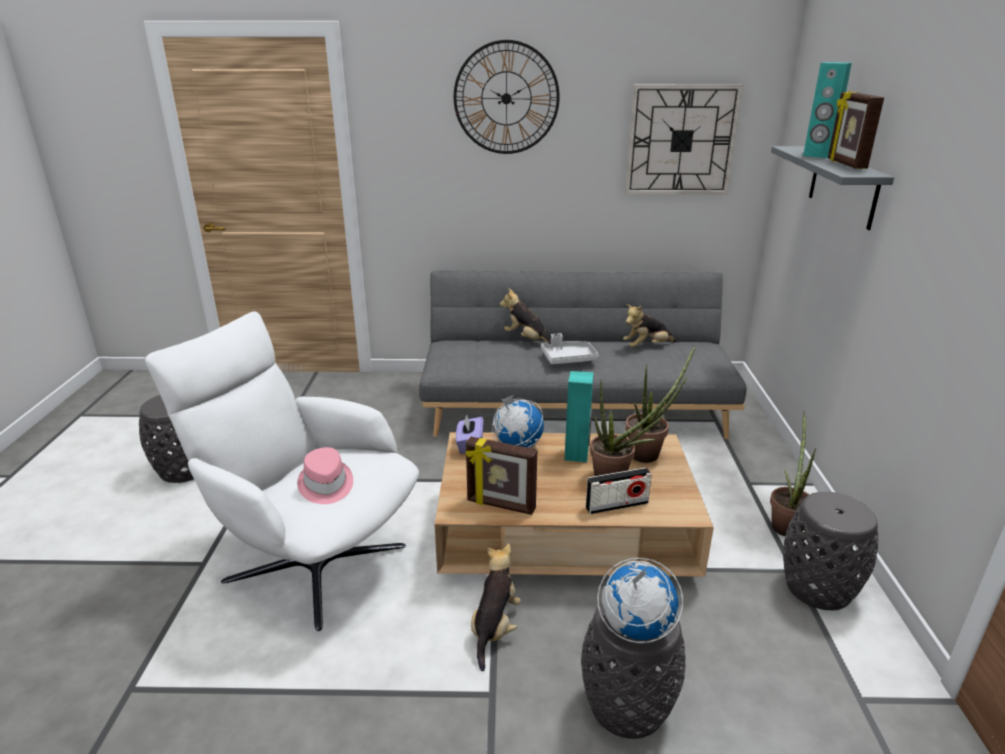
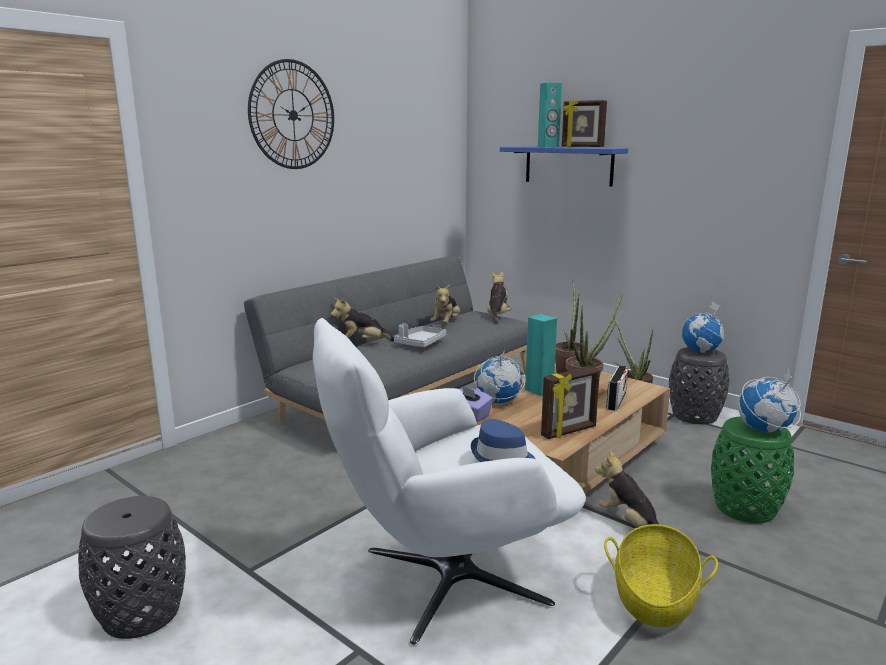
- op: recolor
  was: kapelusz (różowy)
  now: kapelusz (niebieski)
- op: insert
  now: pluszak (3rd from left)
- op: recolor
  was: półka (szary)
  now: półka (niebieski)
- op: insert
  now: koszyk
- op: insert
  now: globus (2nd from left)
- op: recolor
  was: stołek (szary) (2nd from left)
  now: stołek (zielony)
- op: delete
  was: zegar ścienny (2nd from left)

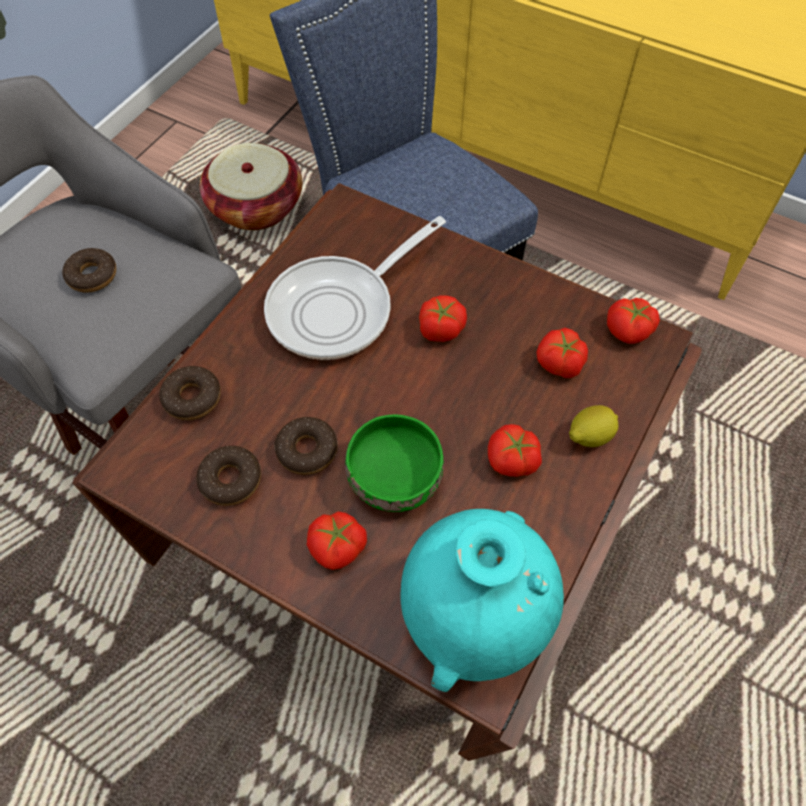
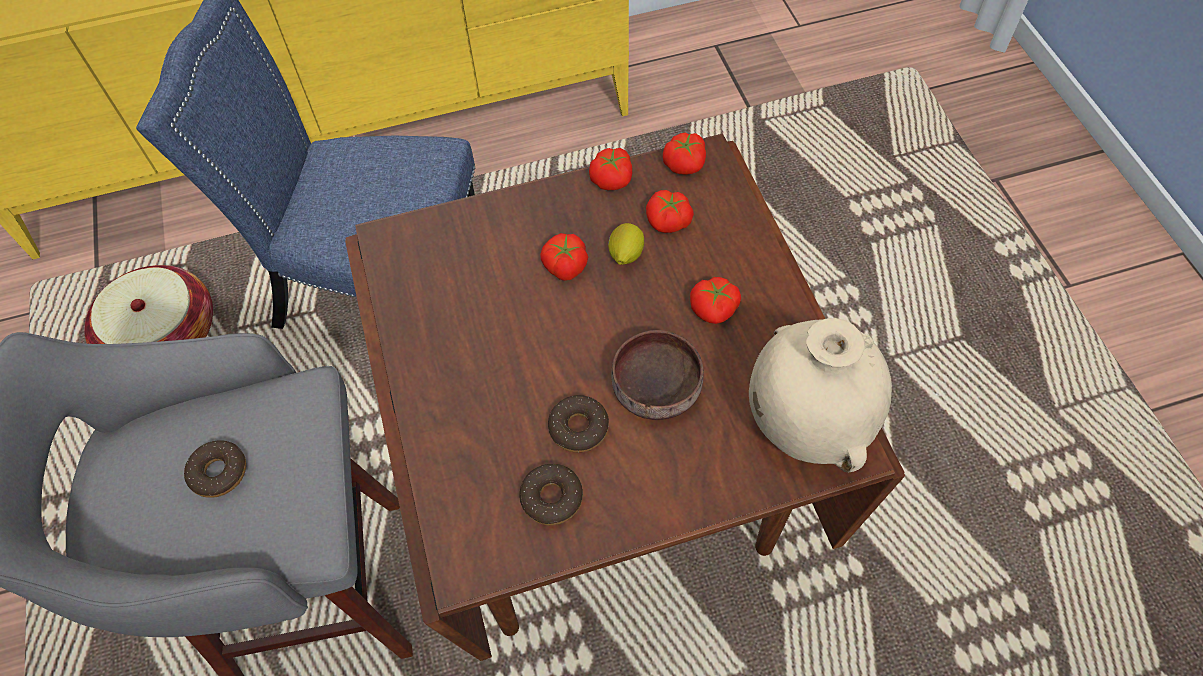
- op: move
  was: pomidor (1st from left in the first image)
  now: pomidor (2nd from left)
- op: move
  was: cytryna
- op: recolor
  was: miska (zielony)
  now: miska (brązowy)
- op: recolor
  was: wazon (turkusowy)
  now: wazon (beżowy)
- op: delete
  was: donut (2nd from left)
- op: delete
  was: patelnia

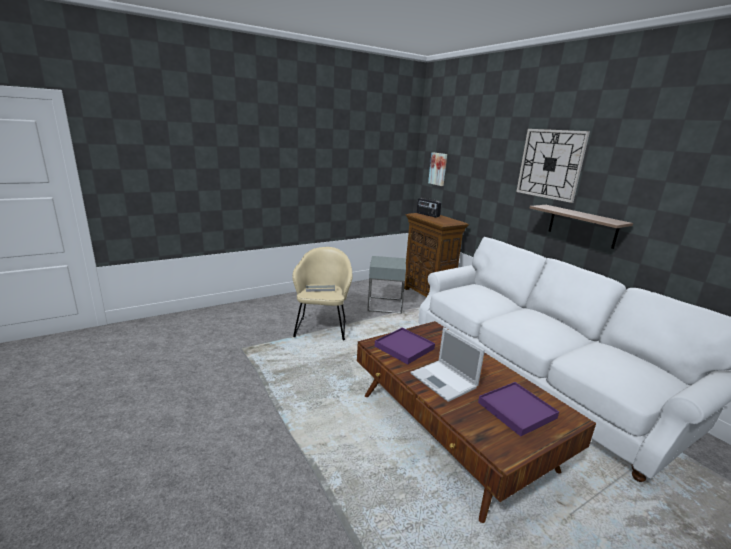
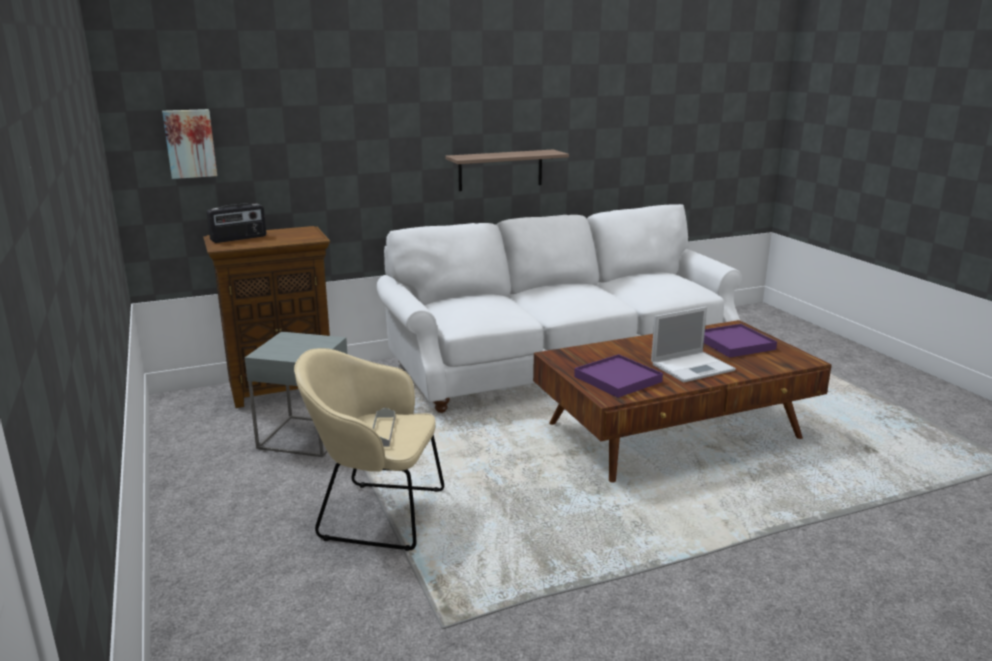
- op: delete
  was: zegar ścienny

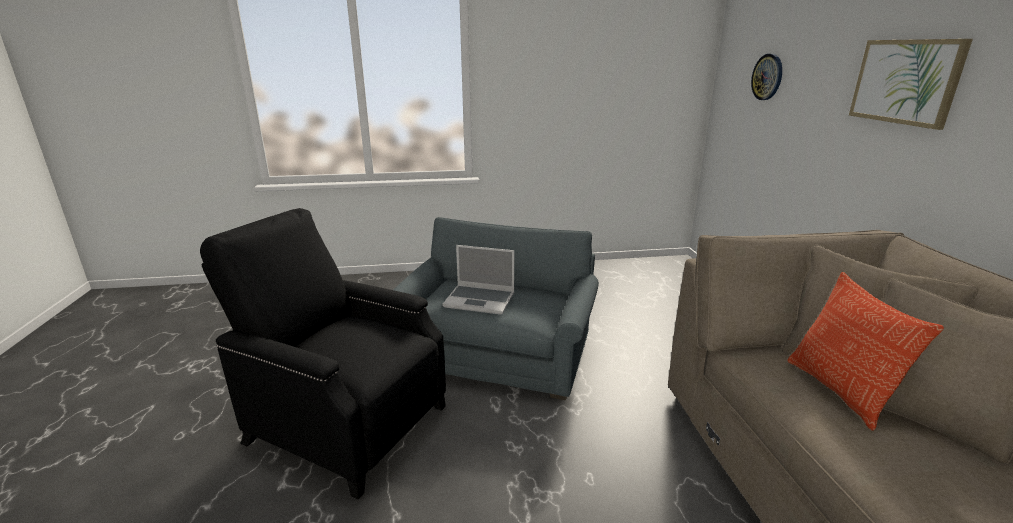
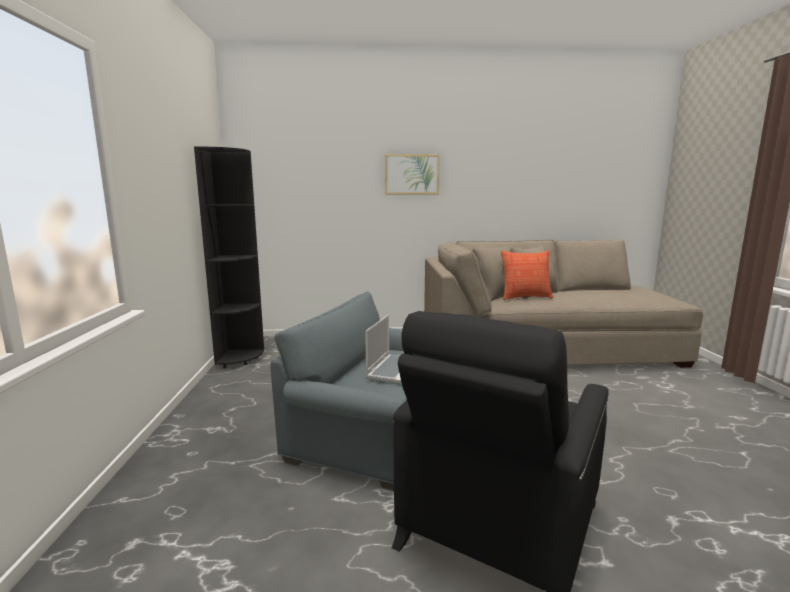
- op: insert
  now: regał (czarny)
- op: delete
  was: zegar ścienny

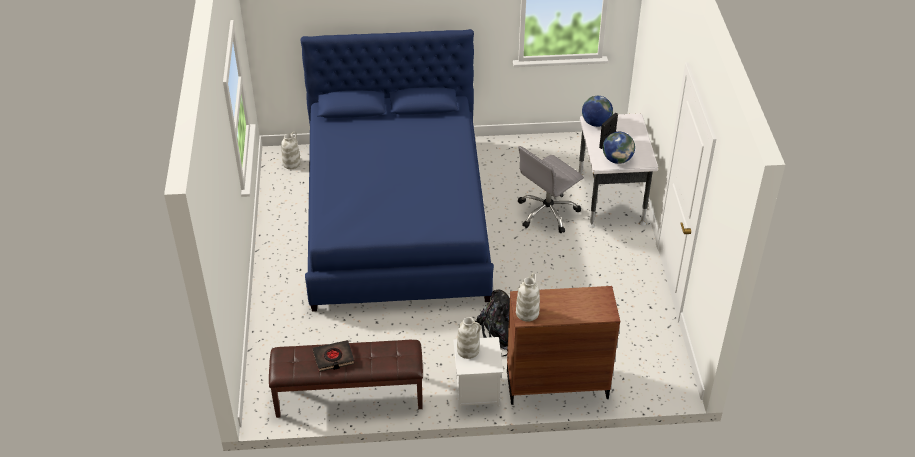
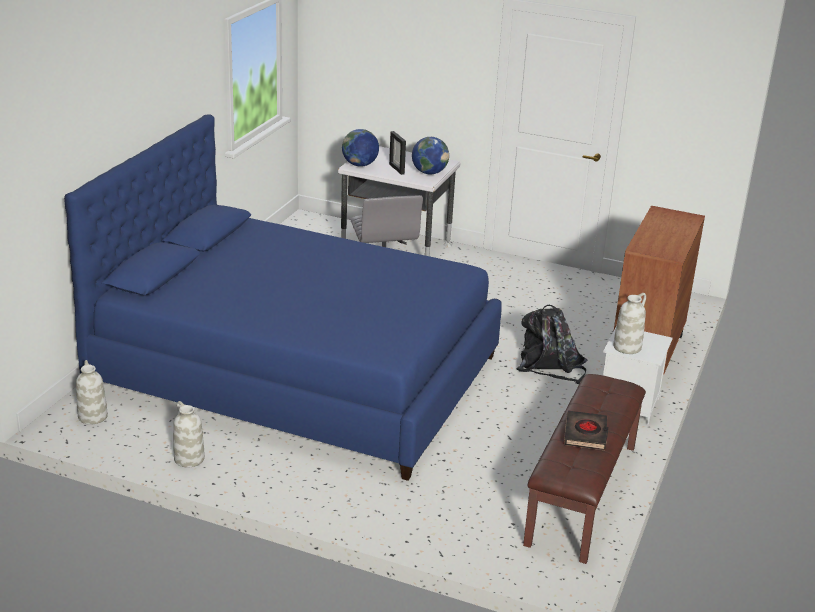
- op: move
  was: wazon (biały) (3rd from left in the first image)
  now: wazon (biały) (2nd from left)

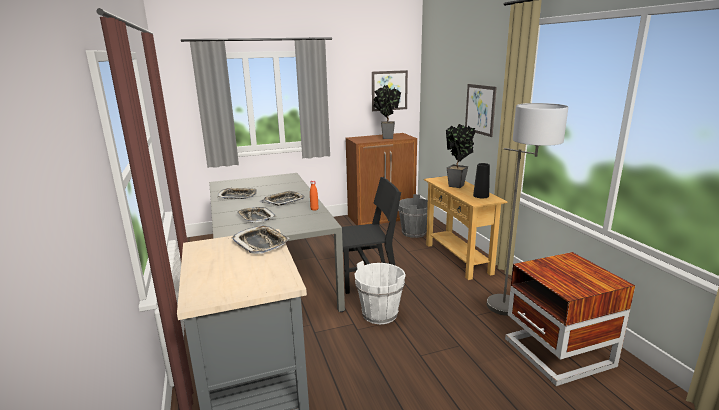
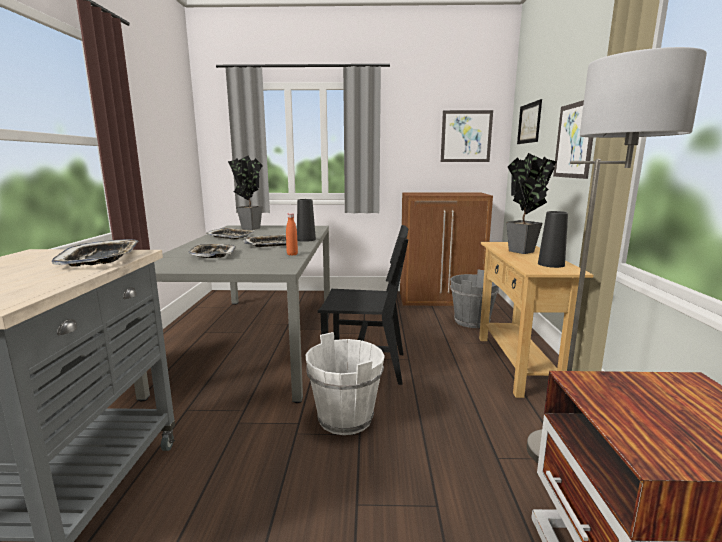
- op: move
  was: roślina doniczkowa (1st from left)
- op: insert
  now: wazon (czarny) (1st from left)
- op: insert
  now: obraz (2nd from left)

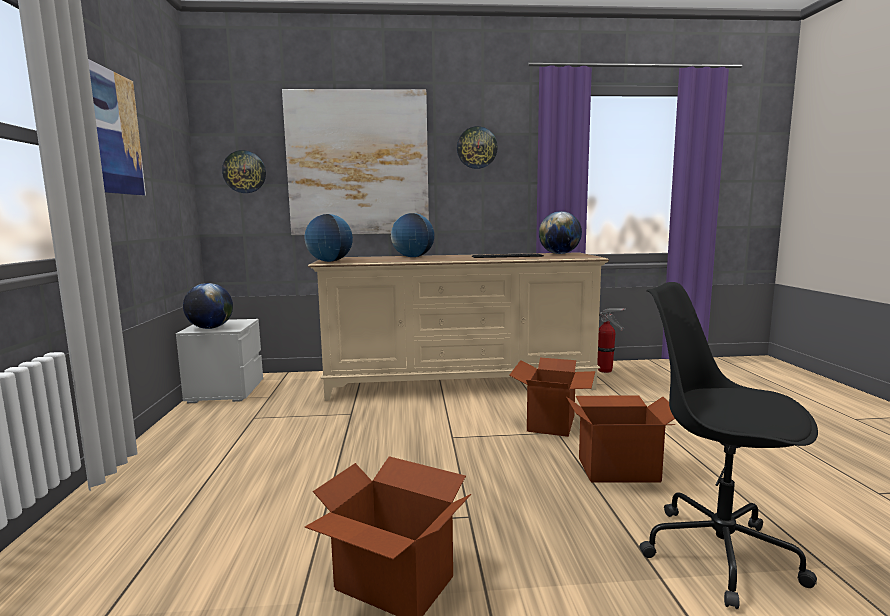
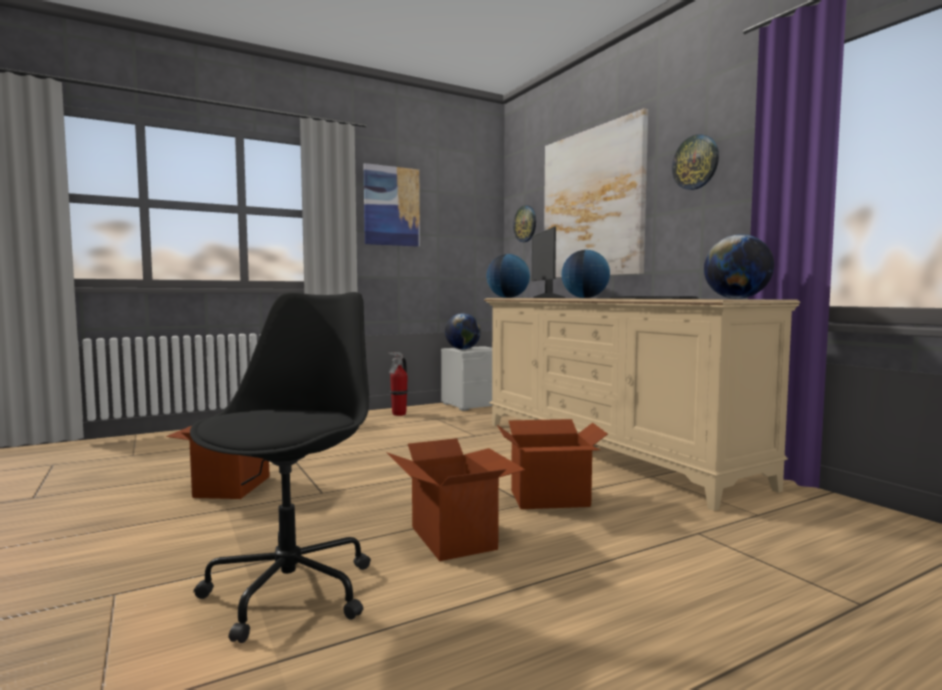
- op: move
  was: gaśnica
- op: insert
  now: monitor

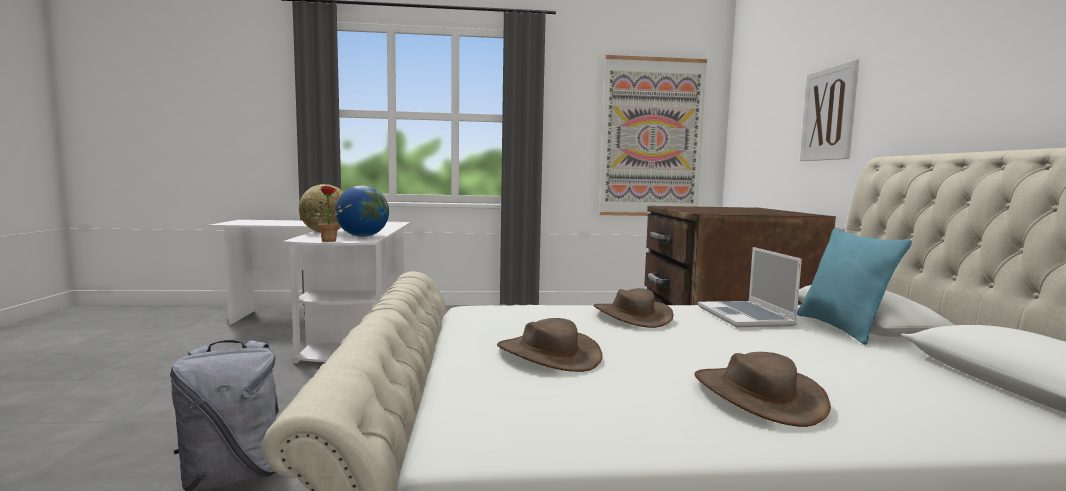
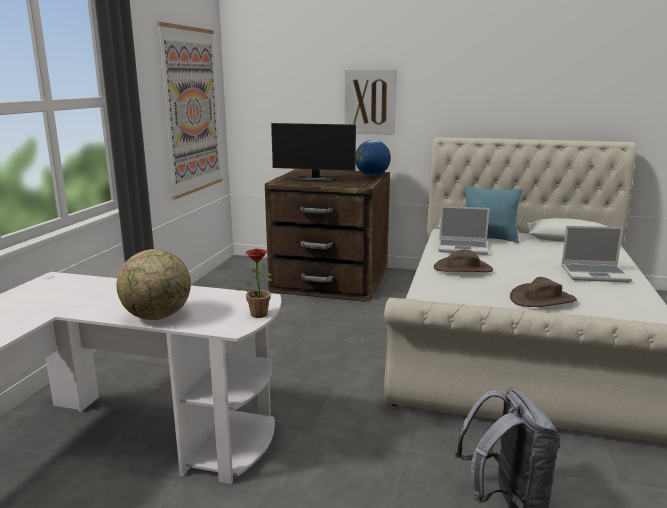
- op: insert
  now: monitor
- op: move
  was: globus (2nd from left)
- op: replace
  was: kapelusz (brązowy) (3rd from left)
  now: laptop (2nd from left)

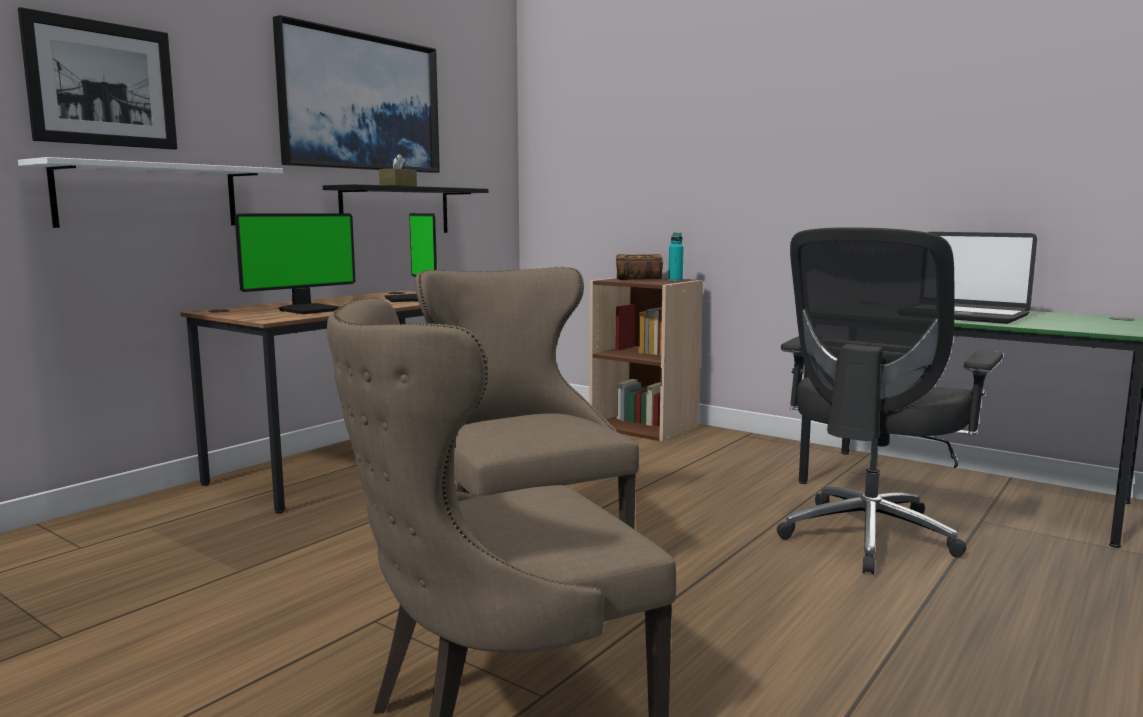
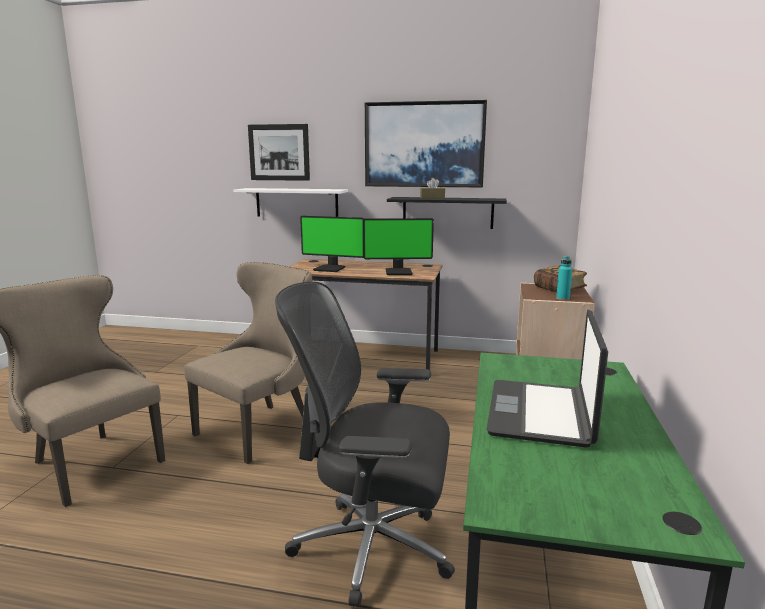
- op: rotate
  was: monitor (2nd from left)
  clockwise: -135

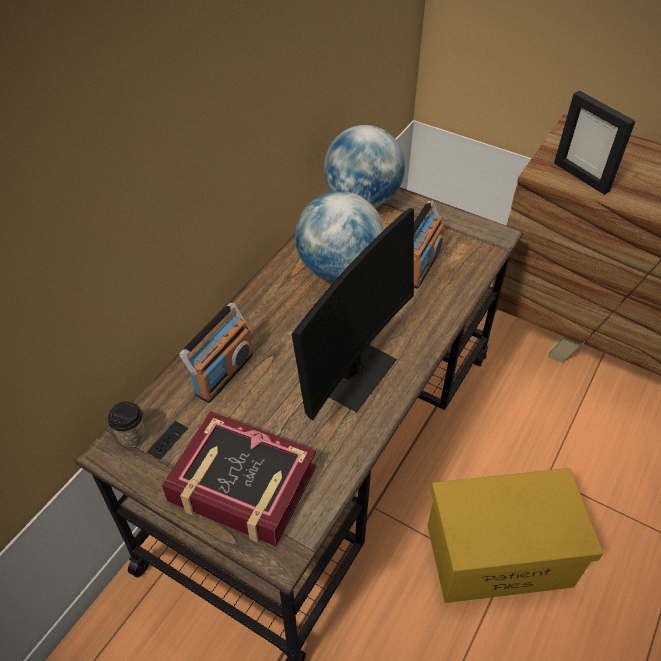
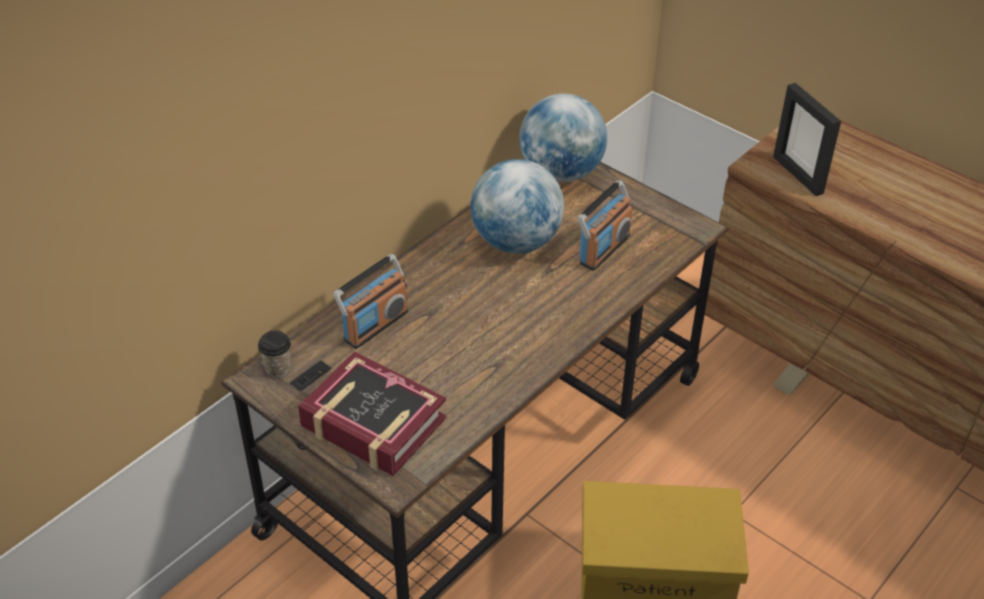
- op: delete
  was: monitor

